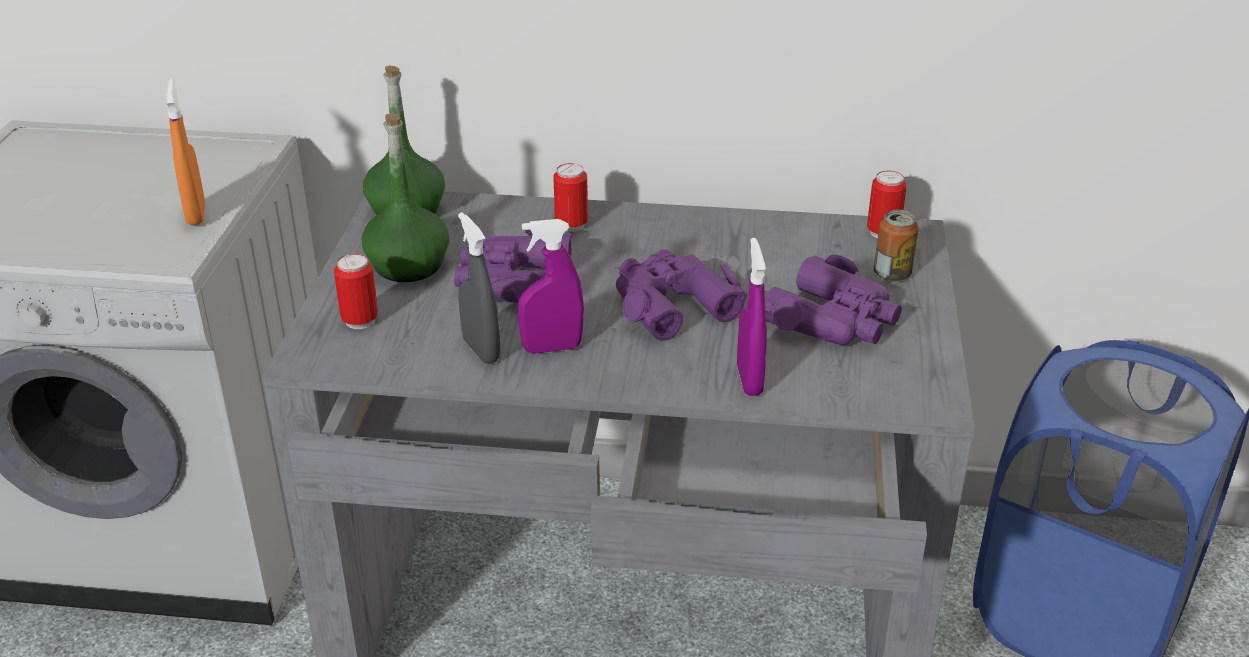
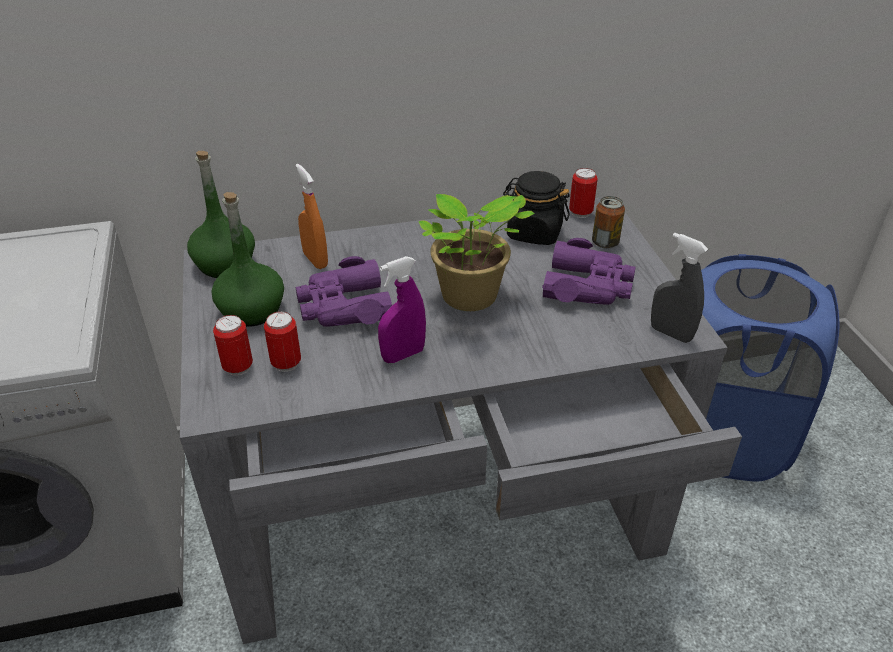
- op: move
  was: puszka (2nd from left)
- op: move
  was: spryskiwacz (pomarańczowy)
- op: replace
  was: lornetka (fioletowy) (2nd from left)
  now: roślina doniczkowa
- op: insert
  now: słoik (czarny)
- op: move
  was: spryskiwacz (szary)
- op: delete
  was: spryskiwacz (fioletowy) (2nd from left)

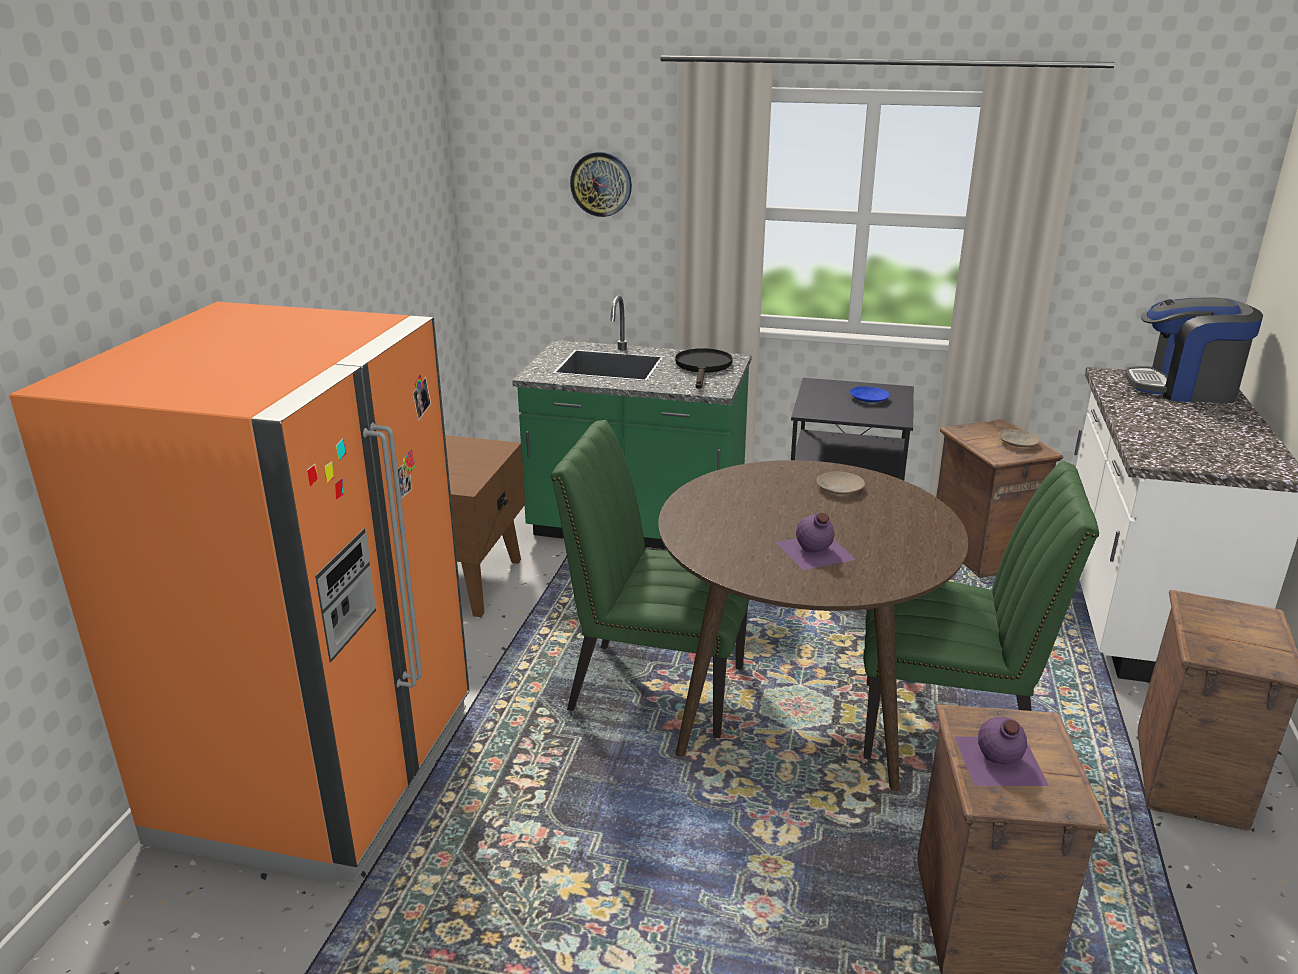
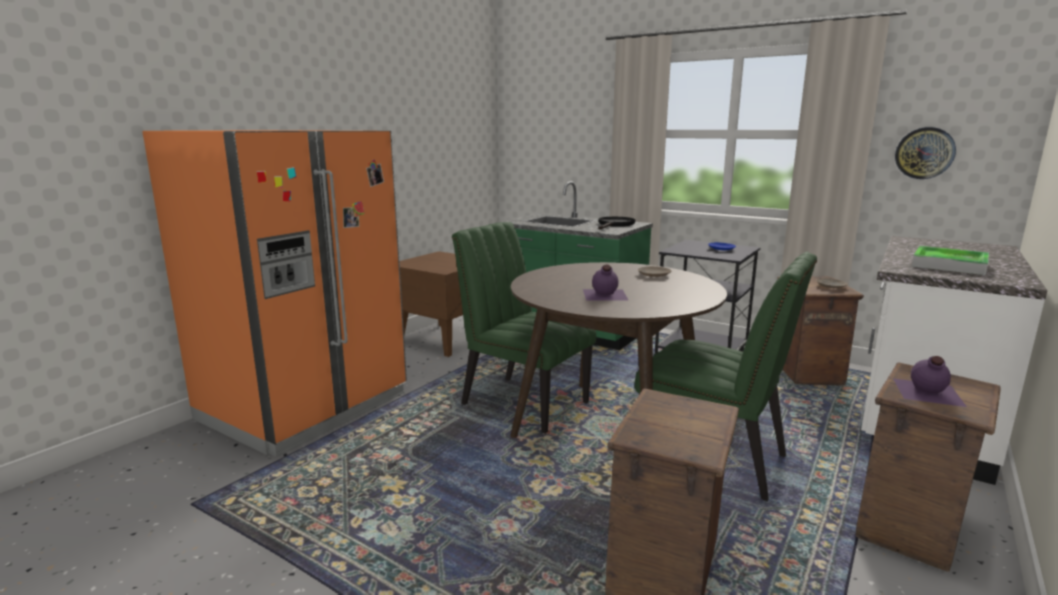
- op: move
  was: butelka (fioletowy) (2nd from left)
- op: move
  was: zegar ścienny
- op: insert
  now: taca
- op: delete
  was: ekspres do kawy

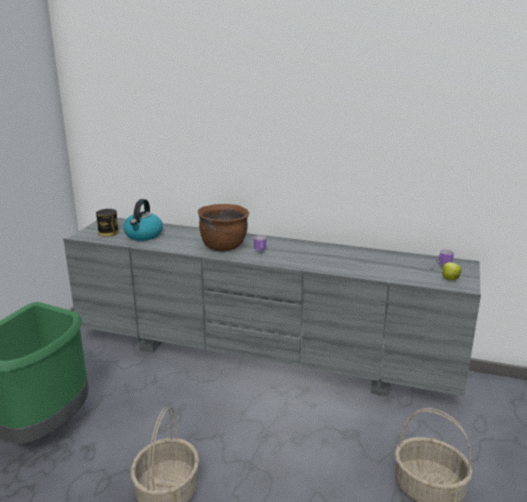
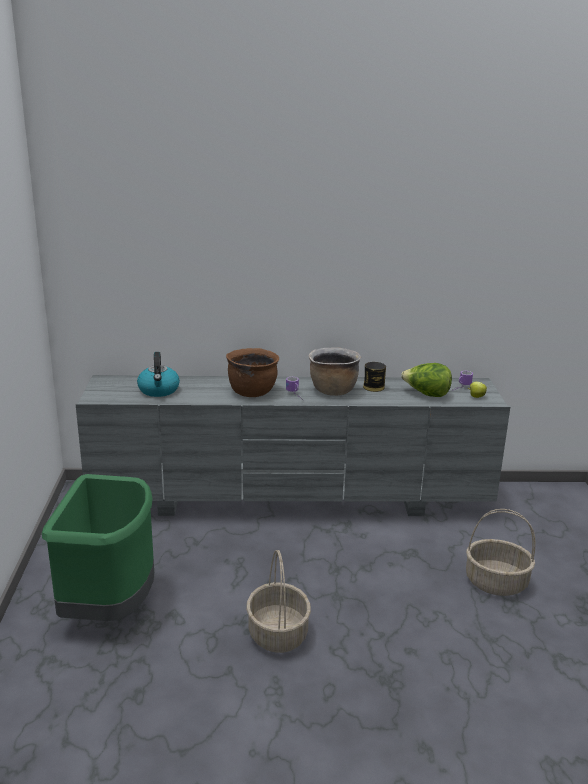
- op: insert
  now: garnek (brązowy) (2nd from left)
- op: move
  was: puszka
- op: insert
  now: sałata

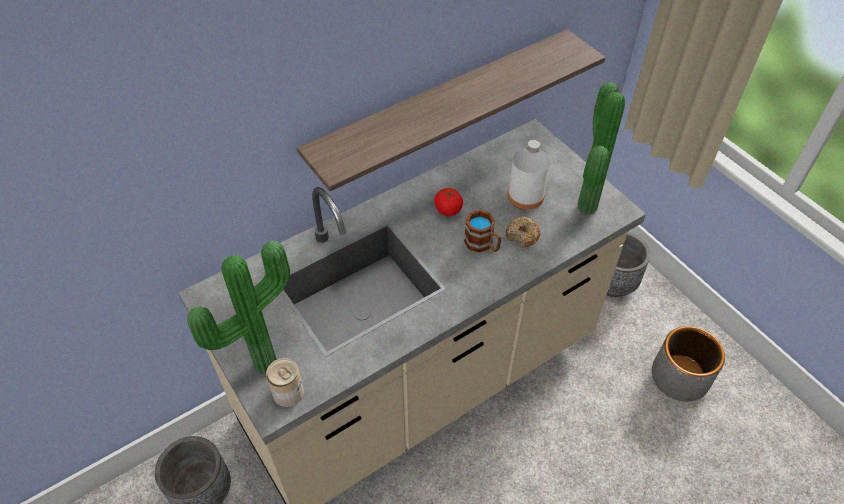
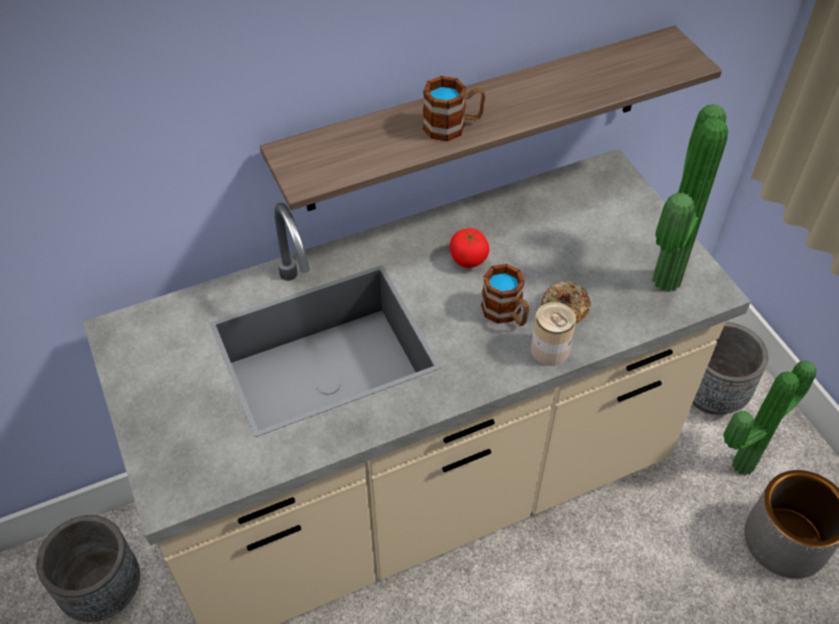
- op: insert
  now: kubek (1st from left)
- op: move
  was: puszka
- op: move
  was: roślina doniczkowa (1st from left in the first image)
  now: roślina doniczkowa (2nd from left)
- op: delete
  was: butelka (biały)

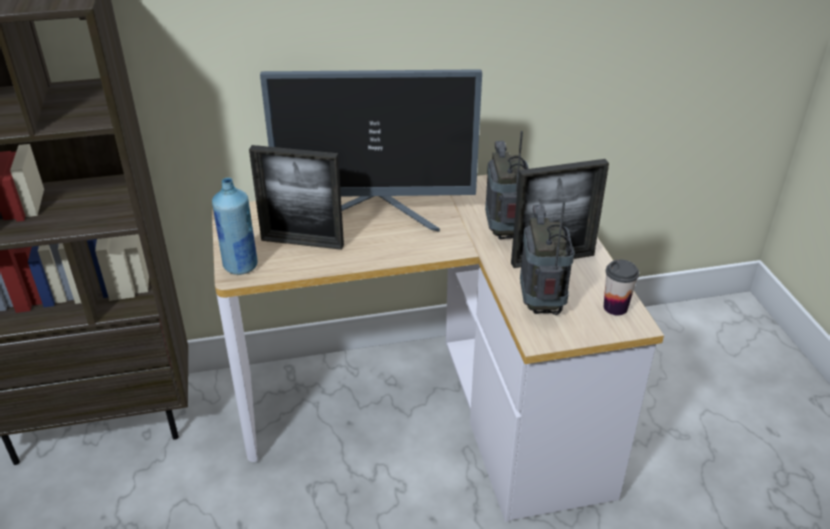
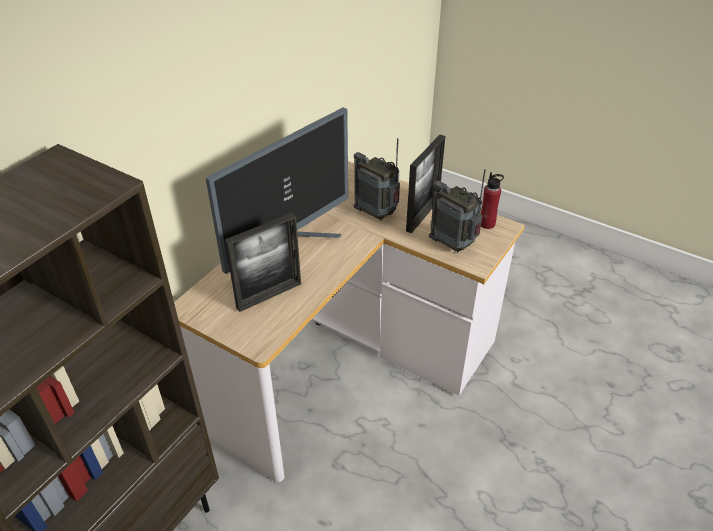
- op: replace
  was: filiżanka
  now: butelka (czerwony)
- op: delete
  was: butelka (niebieski)

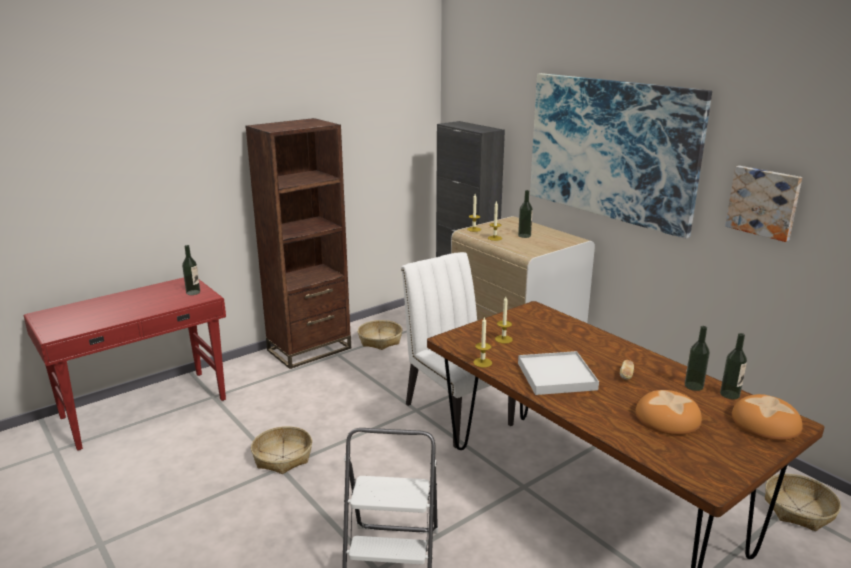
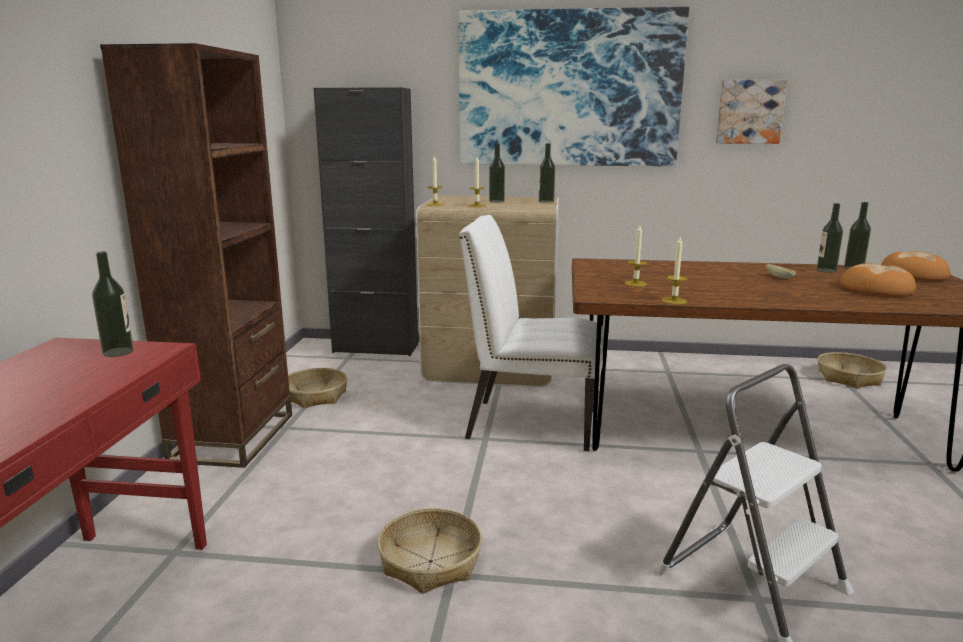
- op: insert
  now: butelka (3rd from left)
- op: delete
  was: taca (biały)

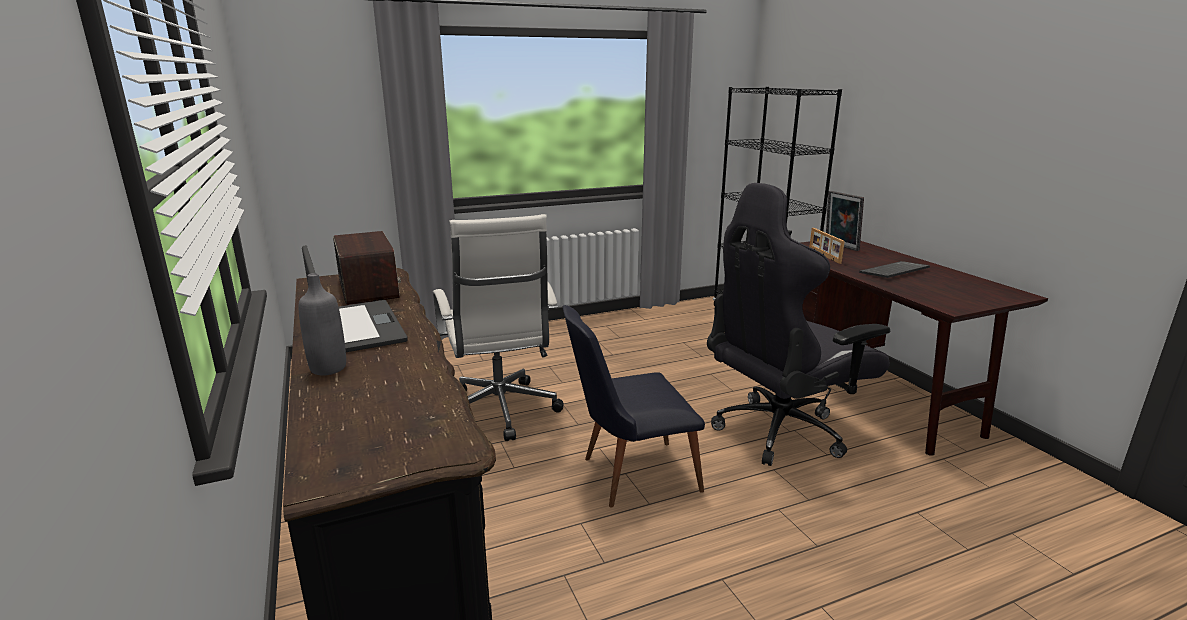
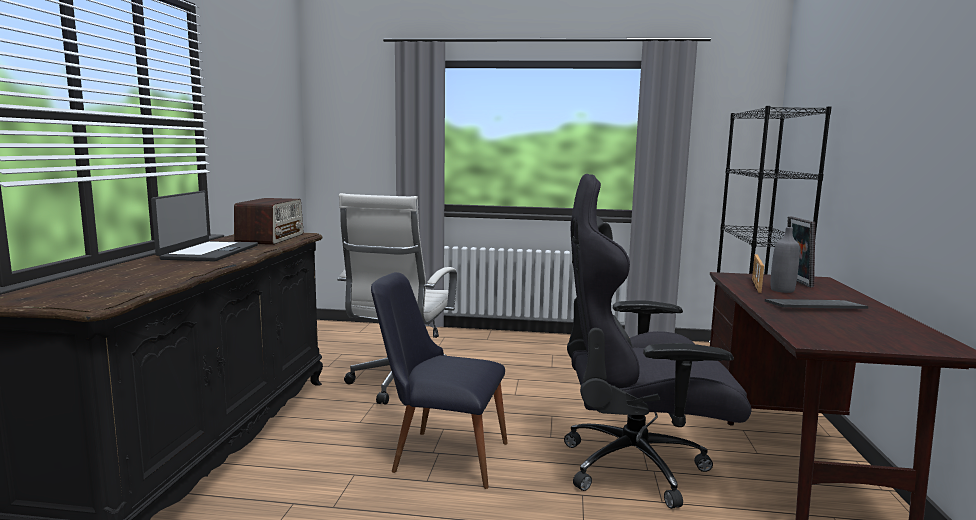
- op: move
  was: butelka (szary)

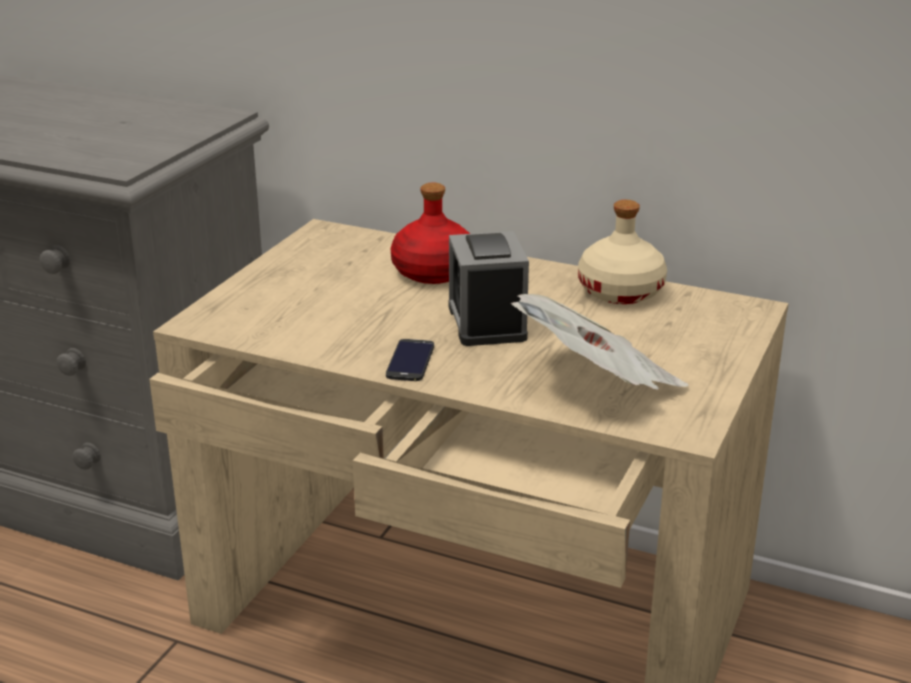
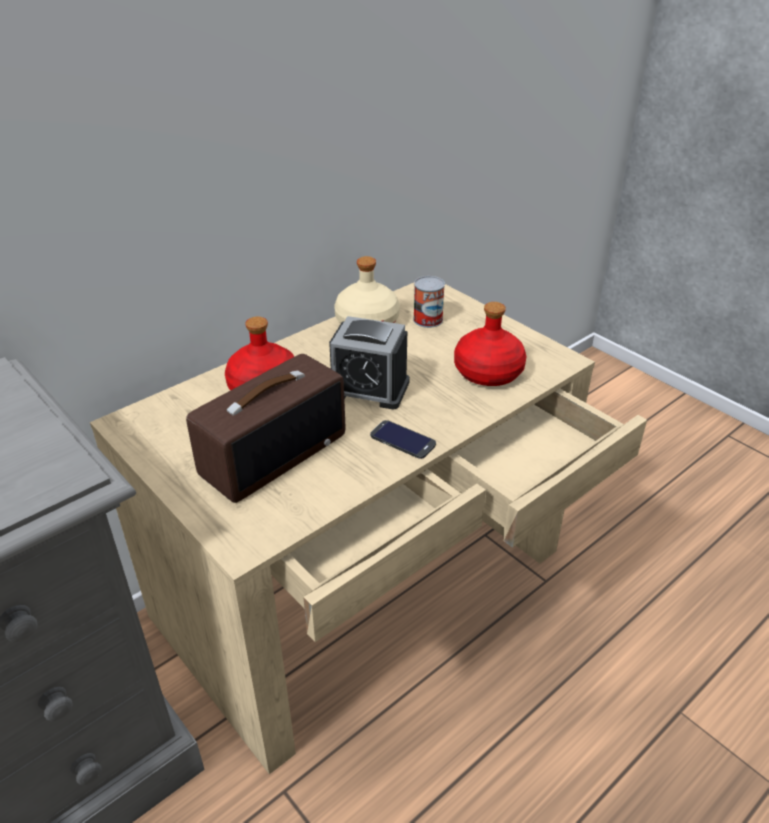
- op: insert
  now: radio
- op: insert
  now: puszka
- op: replace
  was: gazeta
  now: butelka (czerwony) (2nd from left)

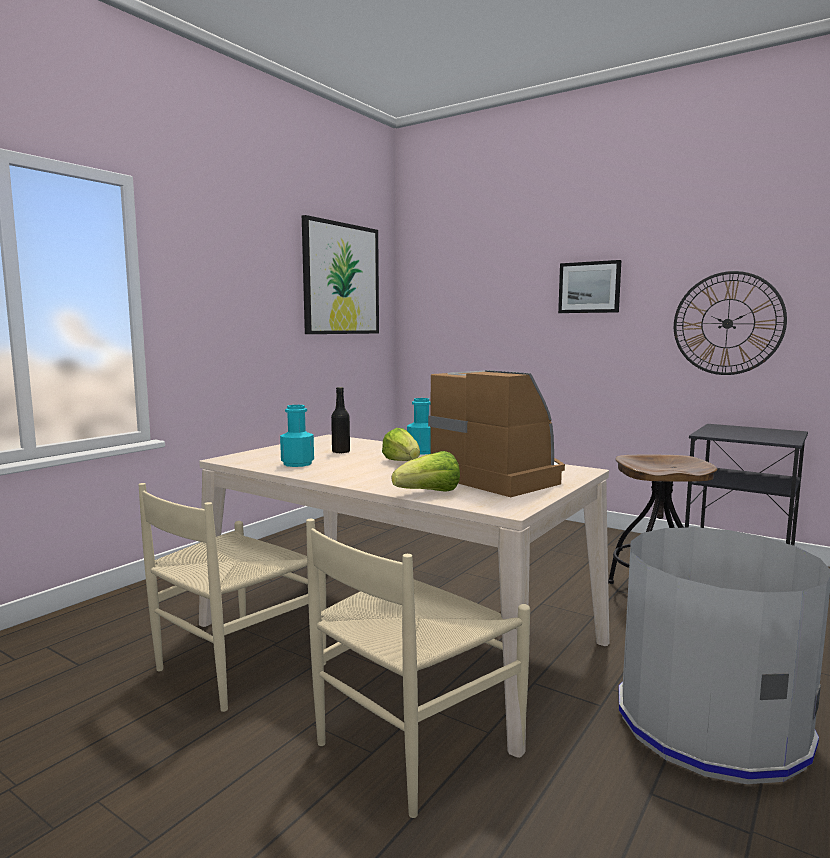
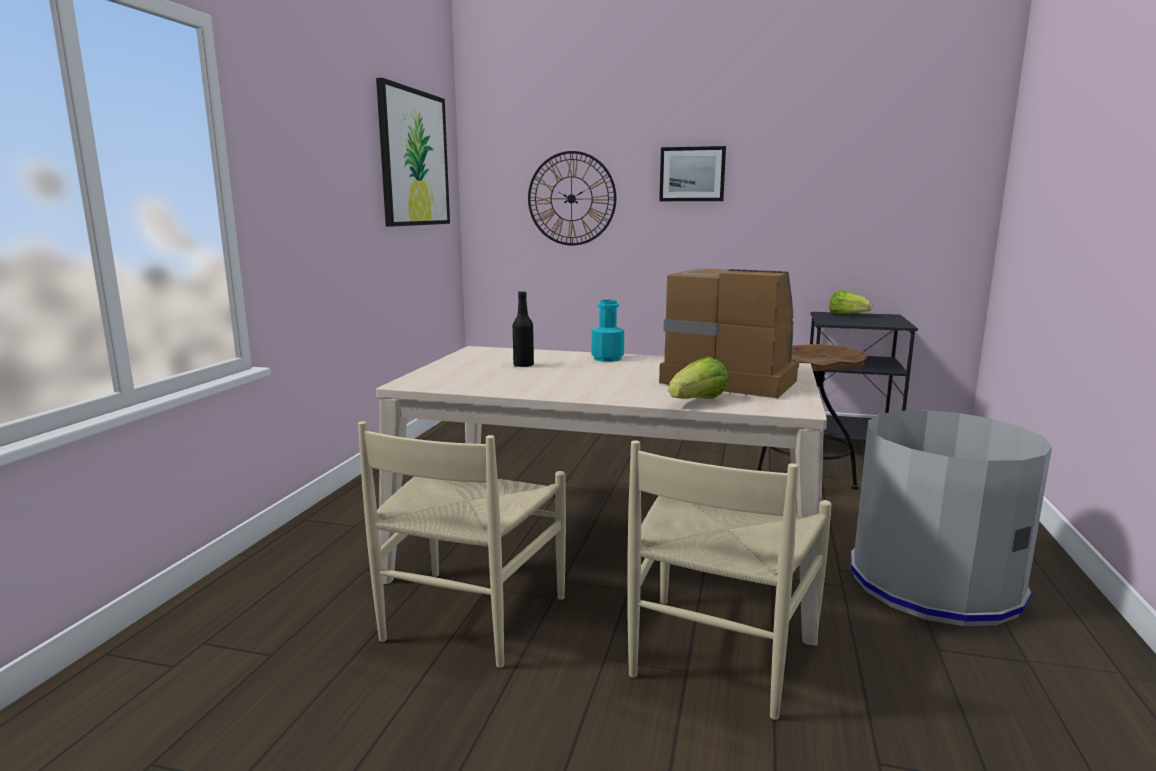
- op: move
  was: zegar ścienny
- op: move
  was: sałata (1st from left in the first image)
  now: sałata (2nd from left)
- op: delete
  was: butelka (turkusowy) (1st from left)

